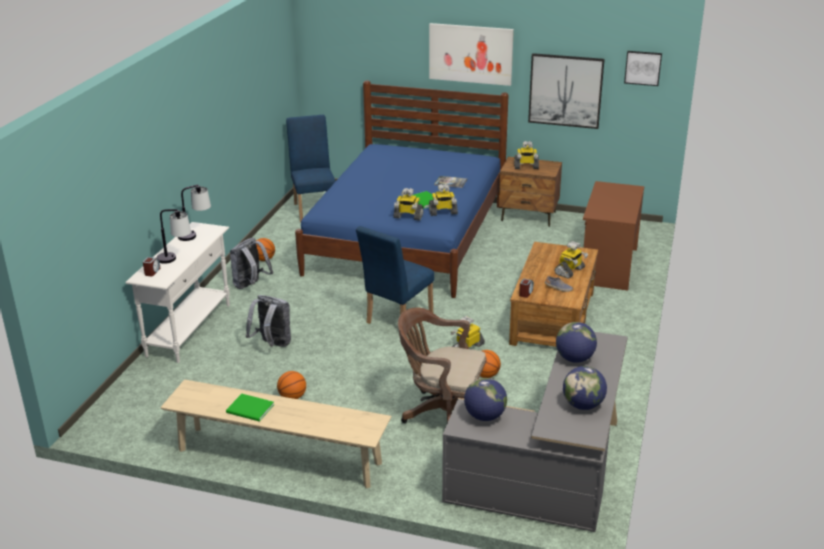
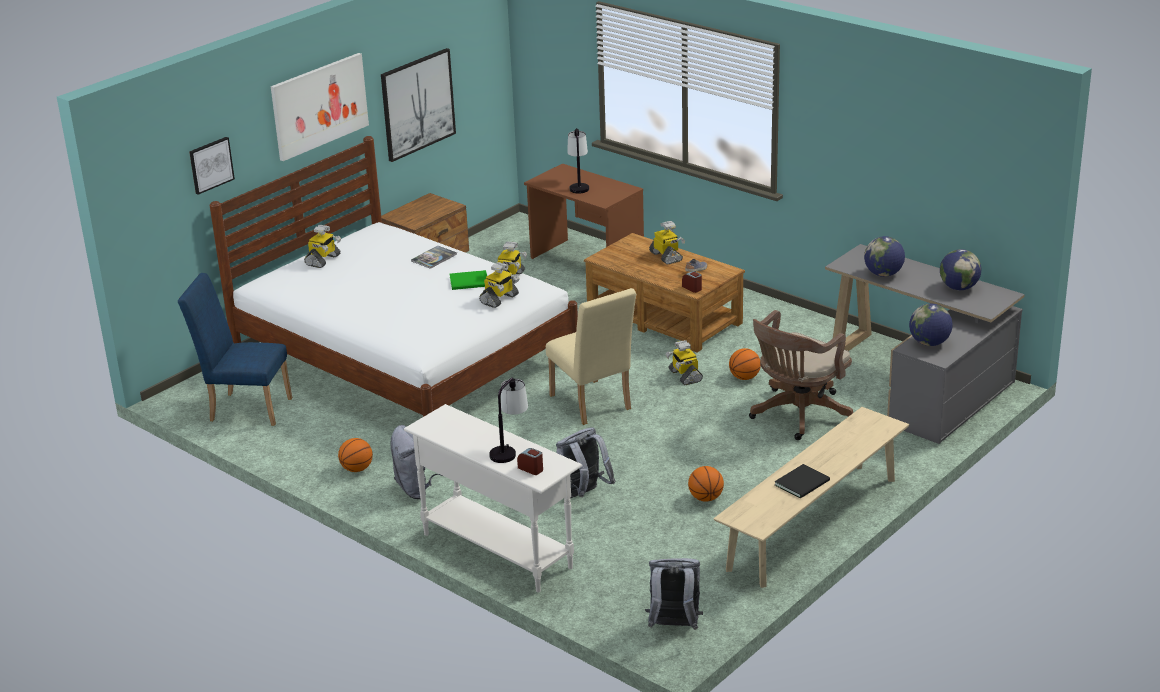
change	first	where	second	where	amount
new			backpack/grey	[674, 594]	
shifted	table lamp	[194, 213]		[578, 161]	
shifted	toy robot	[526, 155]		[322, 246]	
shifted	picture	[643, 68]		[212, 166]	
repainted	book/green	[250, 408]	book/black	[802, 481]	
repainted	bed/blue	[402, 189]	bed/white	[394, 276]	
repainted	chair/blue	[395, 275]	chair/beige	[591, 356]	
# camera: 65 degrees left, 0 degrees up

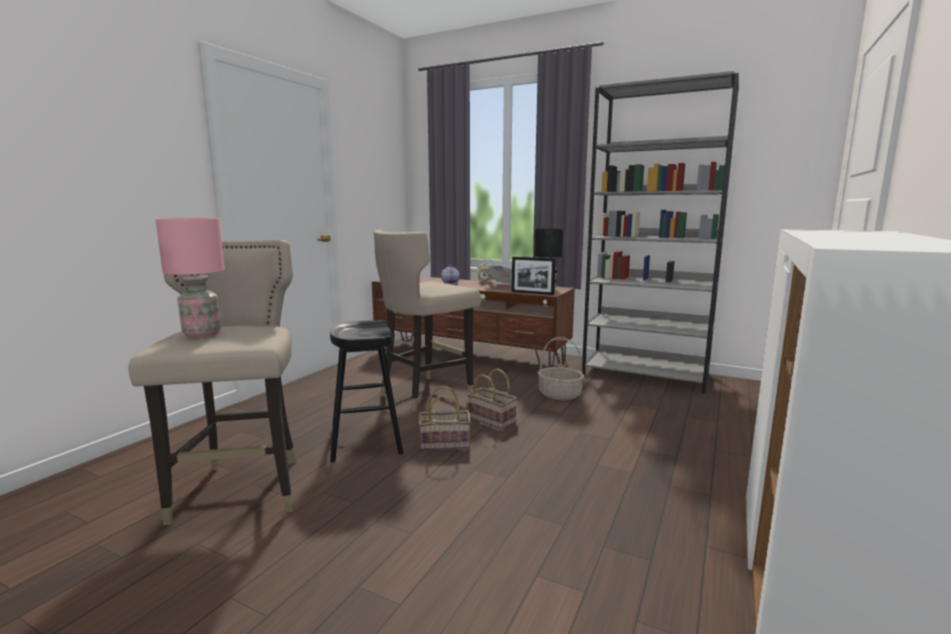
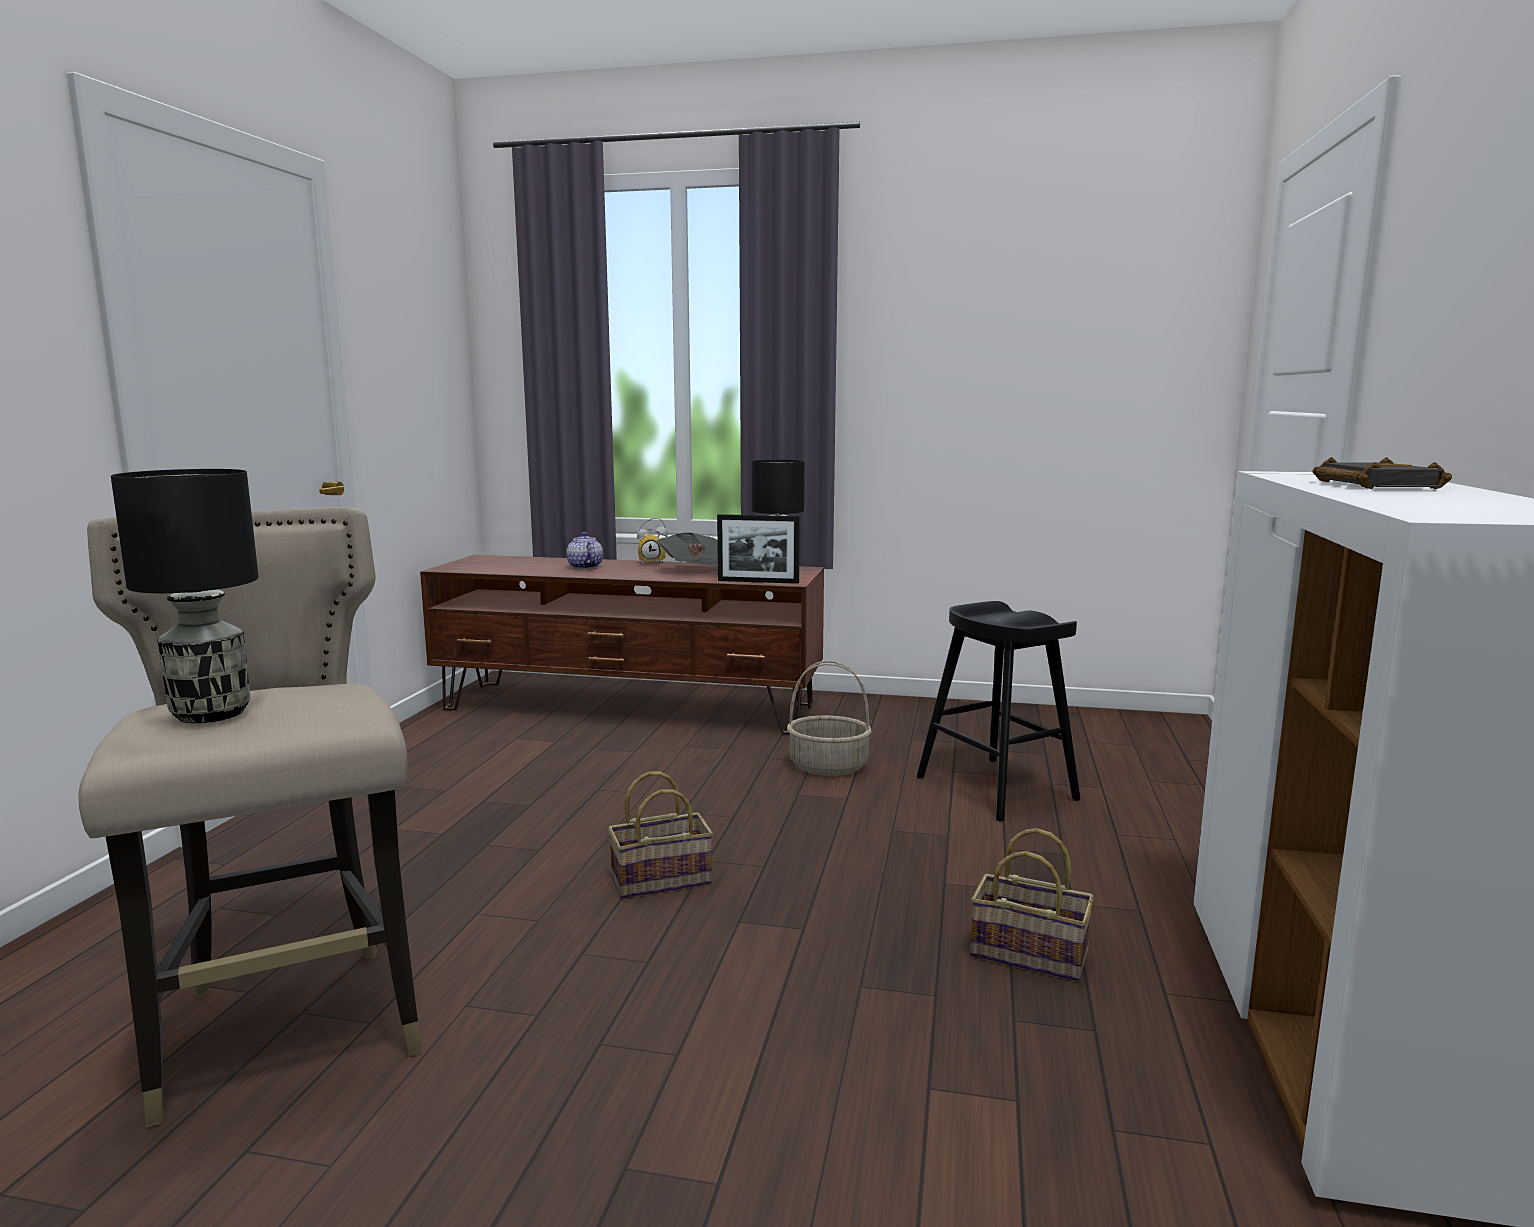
change	first	where	second	where	amount
gone	stool/beige	[427, 320]			
gone	bookcase/grey	[660, 232]			
new			book/black	[1382, 473]	
shifted	stool/black	[366, 391]		[999, 711]	
shifted	basket	[492, 399]		[1032, 905]	
repainted	table lamp/pink	[190, 278]	table lamp/black	[185, 596]	
# camera: 15 degrees left, 0 degrees up

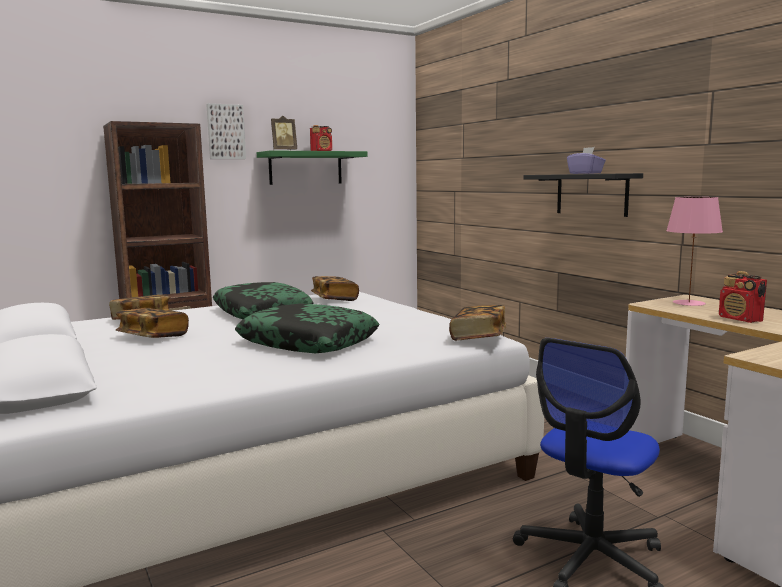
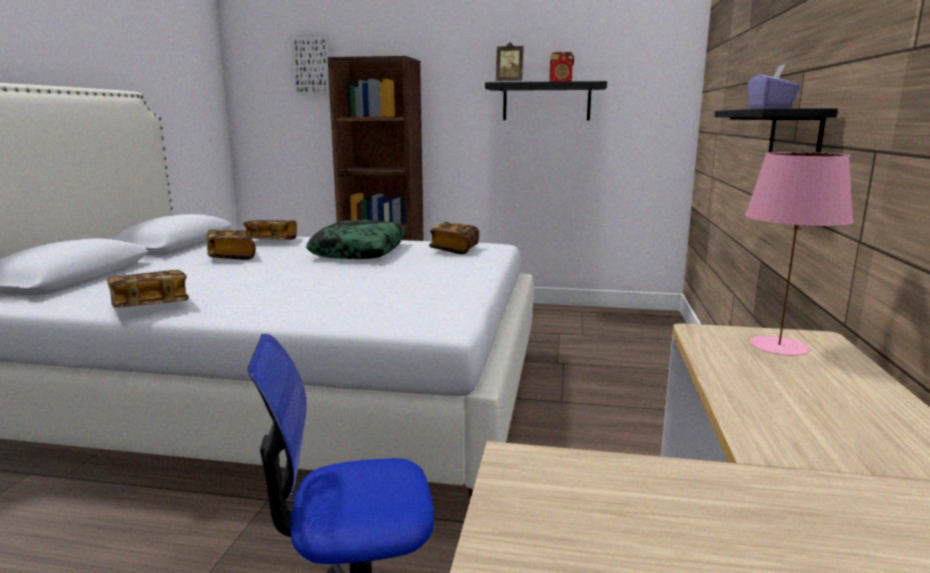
change	first	where	second	where	amount
gone	pillow	[307, 328]			
gone	radio	[743, 297]			
shifted	picture	[226, 131]		[311, 66]	
shifted	book	[477, 323]		[148, 289]	
repainted	shelf/green	[312, 167]	shelf/black	[546, 100]	
# camera: 40 degrees right, 5 degrees up

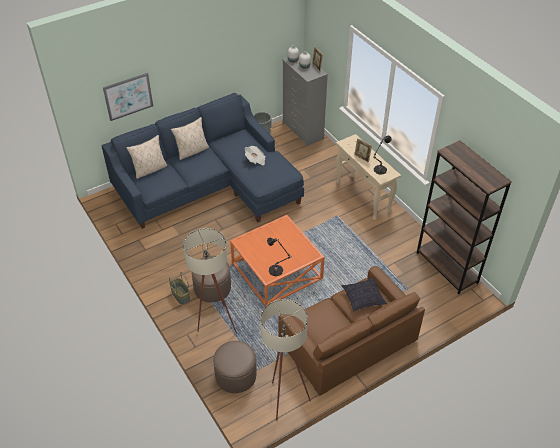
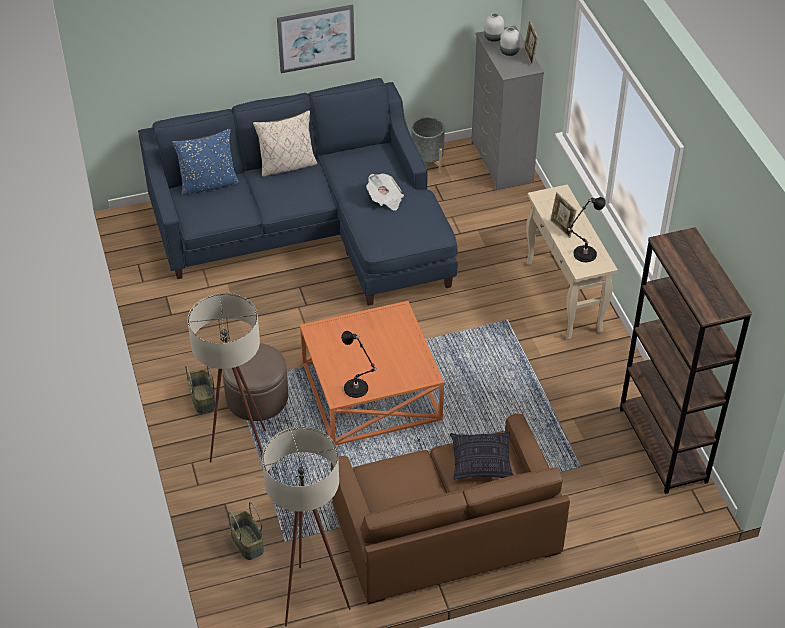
change	first	where	second	where	amount
shifted	picture	[128, 97]		[316, 39]	
swapped	ottoman/brown	[235, 367]	basket	[246, 531]	
repainted	pillow/beige	[147, 157]	pillow/blue	[205, 162]	
# camera: 15 degrees right, 0 degrees up

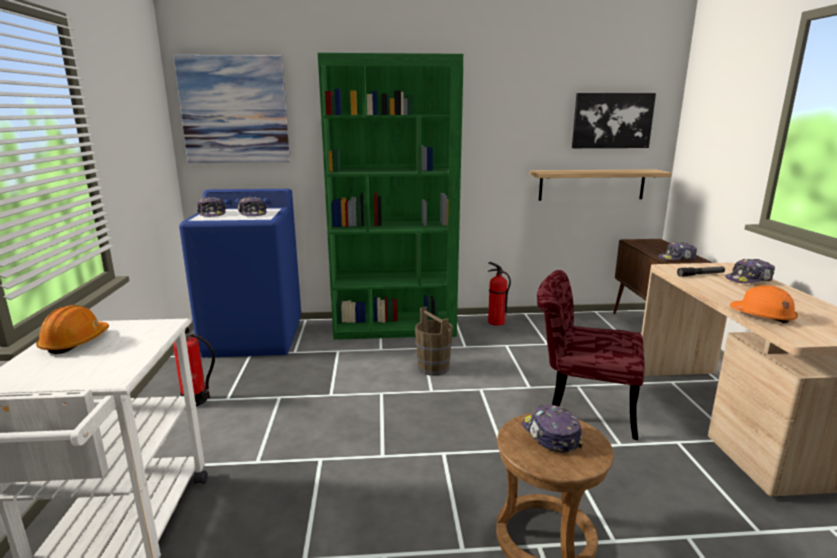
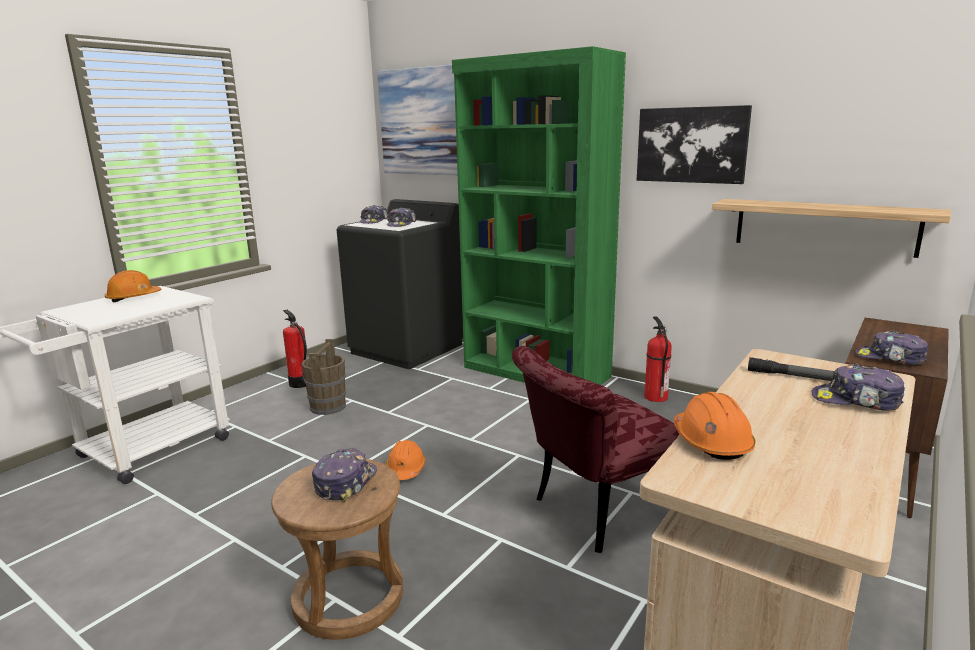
change	first	where	second	where	amount
new			hard hat/orange	[405, 460]	
shifted	bucket/brown	[434, 341]		[323, 377]	
shifted	picture	[614, 120]		[694, 144]	
repainted	washing machine/blue	[240, 273]	washing machine/black	[400, 284]	
rotated	chair/red	[591, 355]		[596, 449]	90 degrees counterclockwise
# camera: 40 degrees right, 0 degrees up

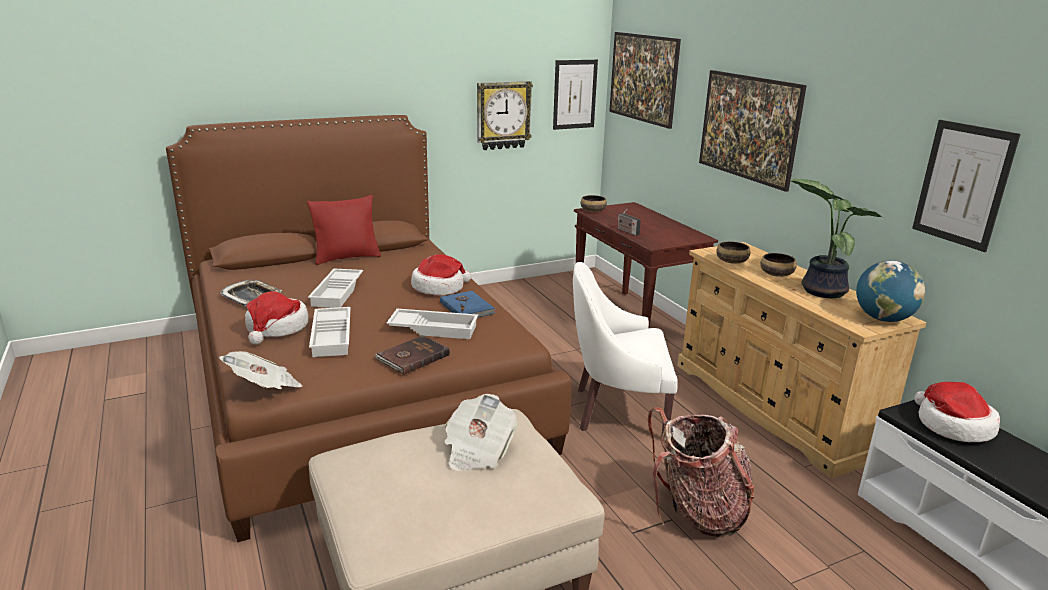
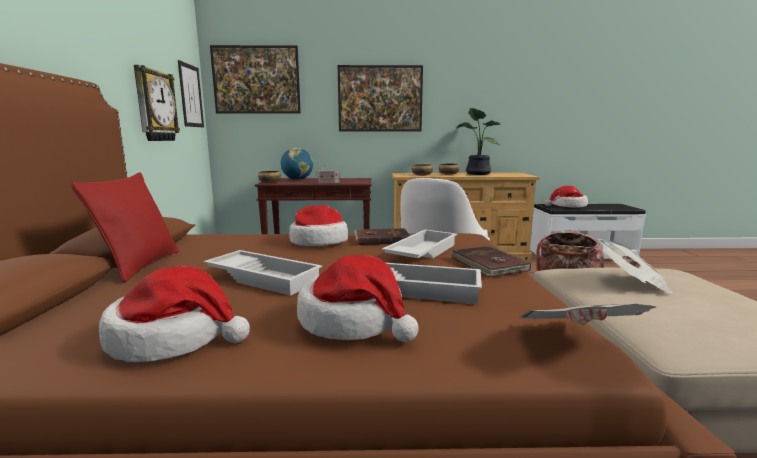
change	first	where	second	where	amount
gone	picture	[966, 186]			
shifted	globe	[890, 291]		[297, 164]	
swapped	tray	[251, 293]	hat	[174, 314]	
repainted	book/blue	[468, 304]	book/brown	[382, 236]	
# camera: 65 degrees left, 10 degrees down

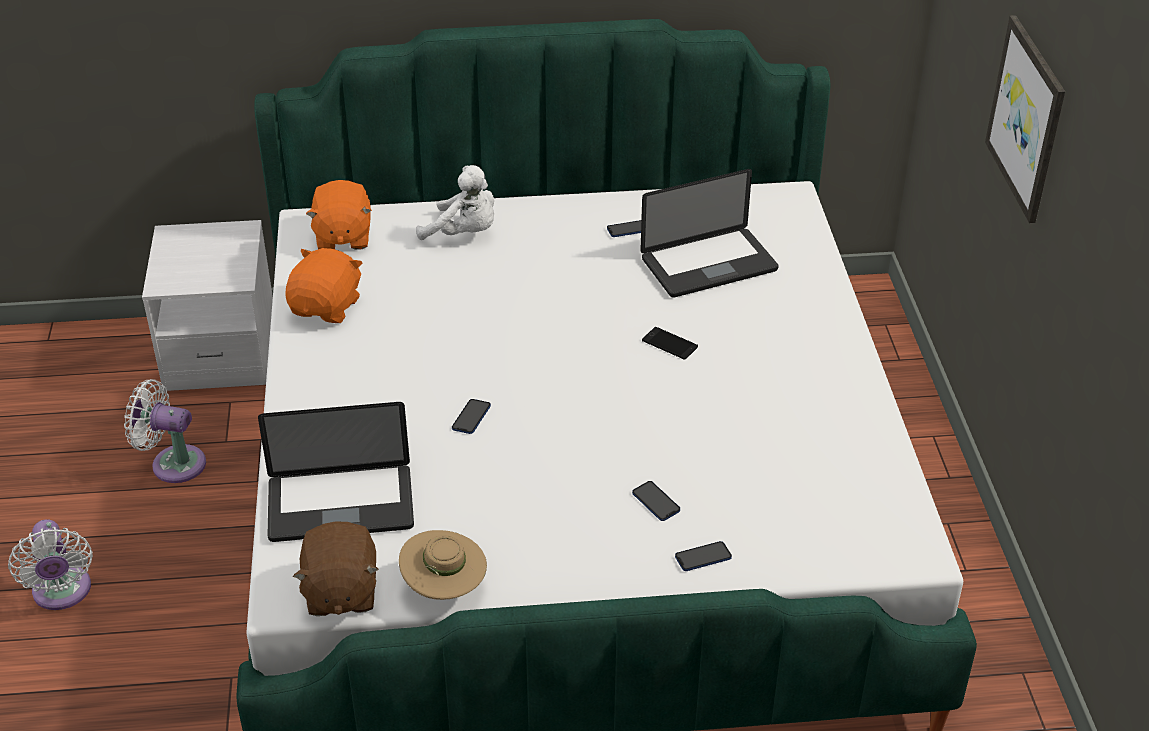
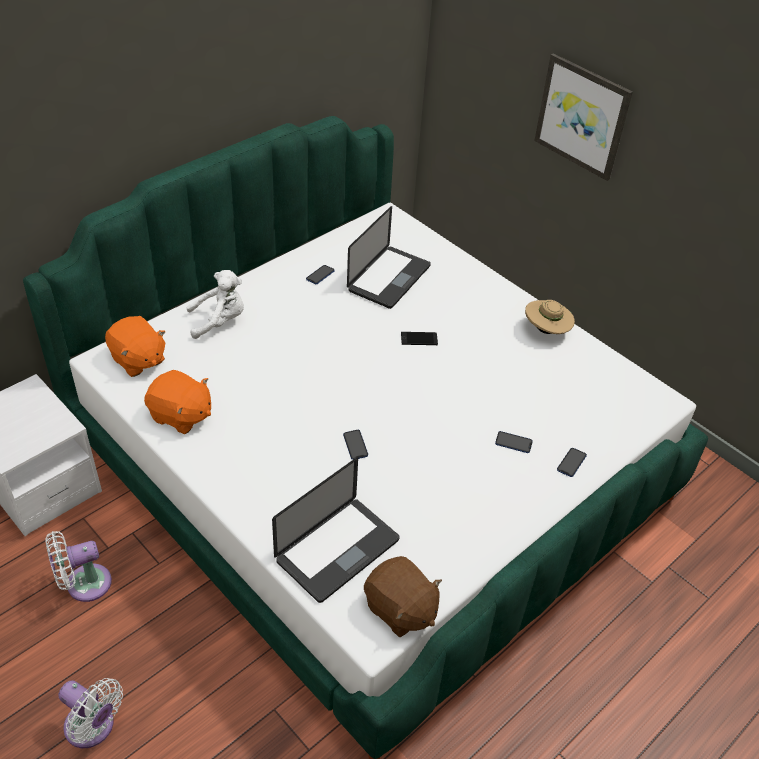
change	first	where	second	where	amount
shifted	hat/beige	[443, 565]		[550, 317]	
rotated	plush toy/orange	[324, 285]		[177, 402]	135 degrees clockwise
# camera: 40 degrees left, 5 degrees up

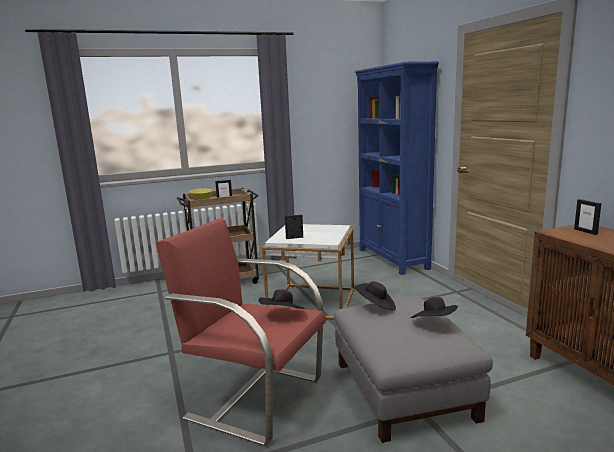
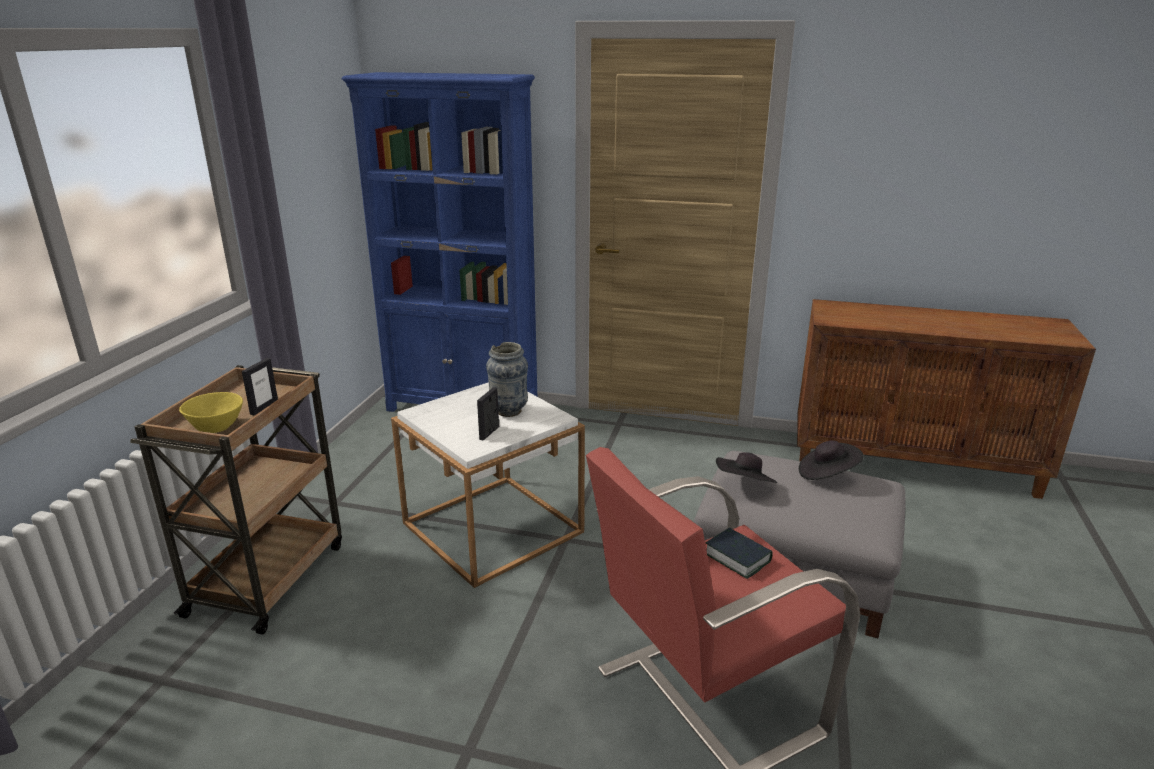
change	first	where	second	where	amount
gone	picture frame	[587, 217]			
new			vase	[507, 379]	
swapped	hat/black	[281, 299]	book	[739, 553]	
# camera: 55 degrees left, 10 degrees up

